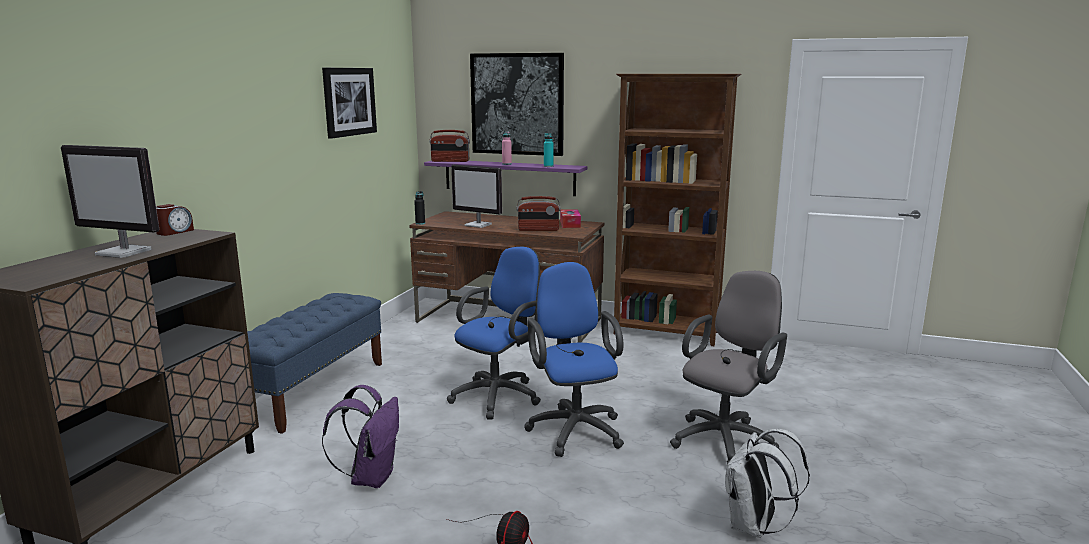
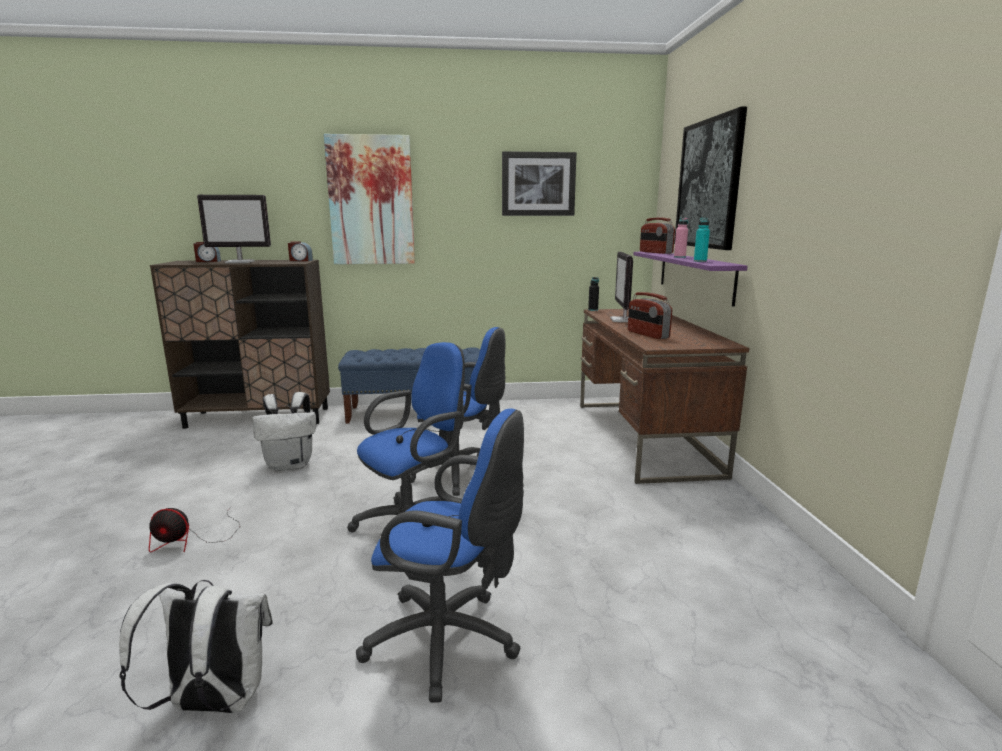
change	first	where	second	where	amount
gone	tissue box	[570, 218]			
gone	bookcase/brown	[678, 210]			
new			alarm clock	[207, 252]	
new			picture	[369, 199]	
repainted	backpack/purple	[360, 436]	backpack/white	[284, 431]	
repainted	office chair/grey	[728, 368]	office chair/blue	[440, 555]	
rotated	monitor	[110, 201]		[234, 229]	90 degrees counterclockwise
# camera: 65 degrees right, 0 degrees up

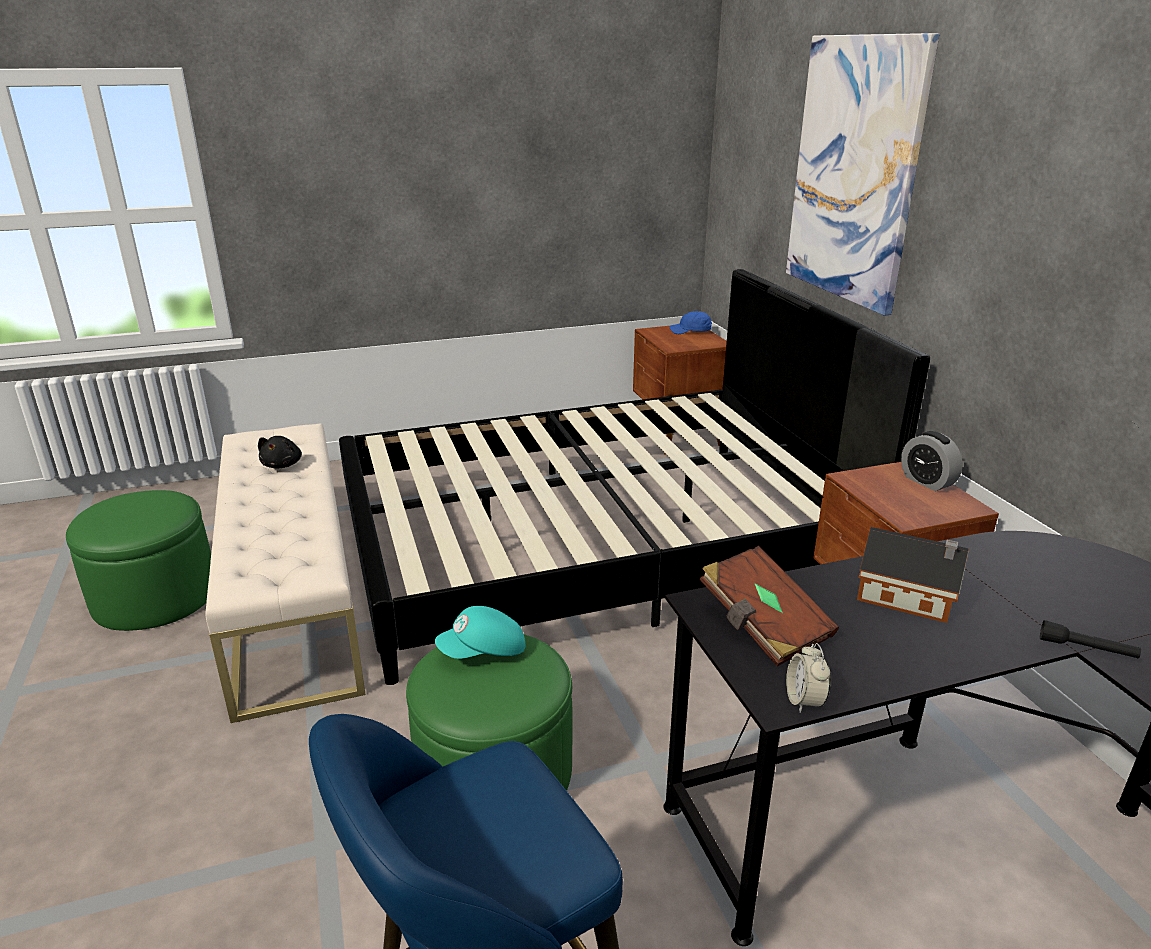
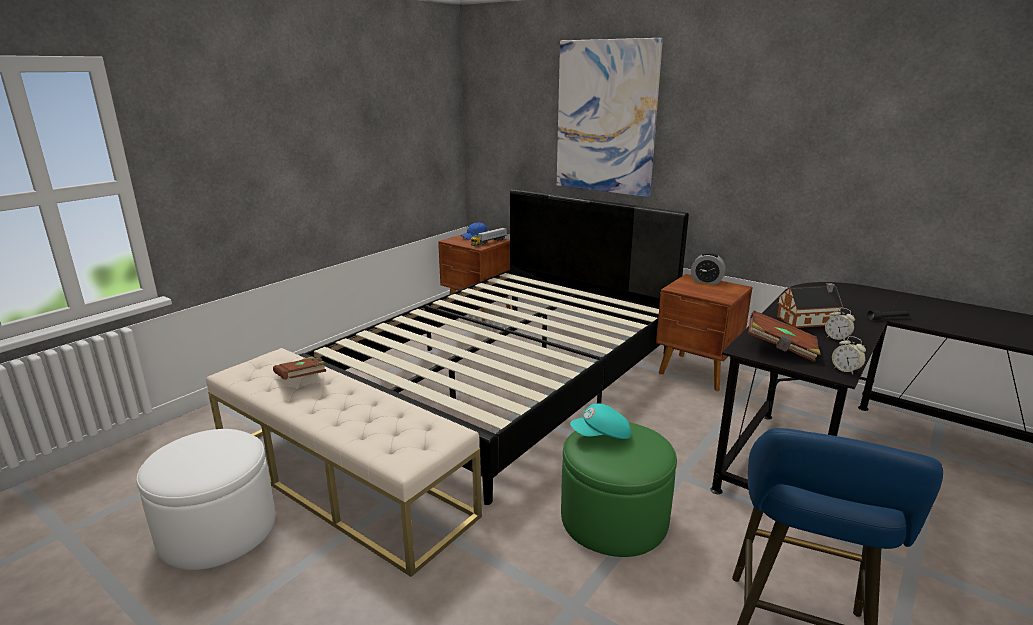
change	first	where	second	where	amount
new			toy truck	[489, 237]	
new			alarm clock	[840, 324]	
swapped	plush toy/black	[280, 452]	book/brown	[299, 368]	
repainted	ottoman/green	[138, 560]	ottoman/white	[205, 499]	
rotated	cap/turquoise	[480, 632]		[600, 421]	45 degrees clockwise
# camera: 35 degrees left, 5 degrees down

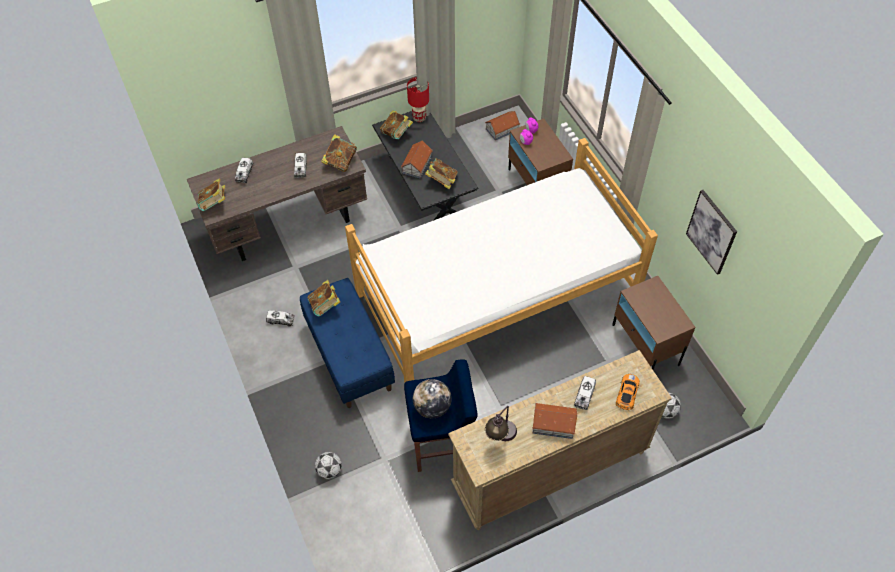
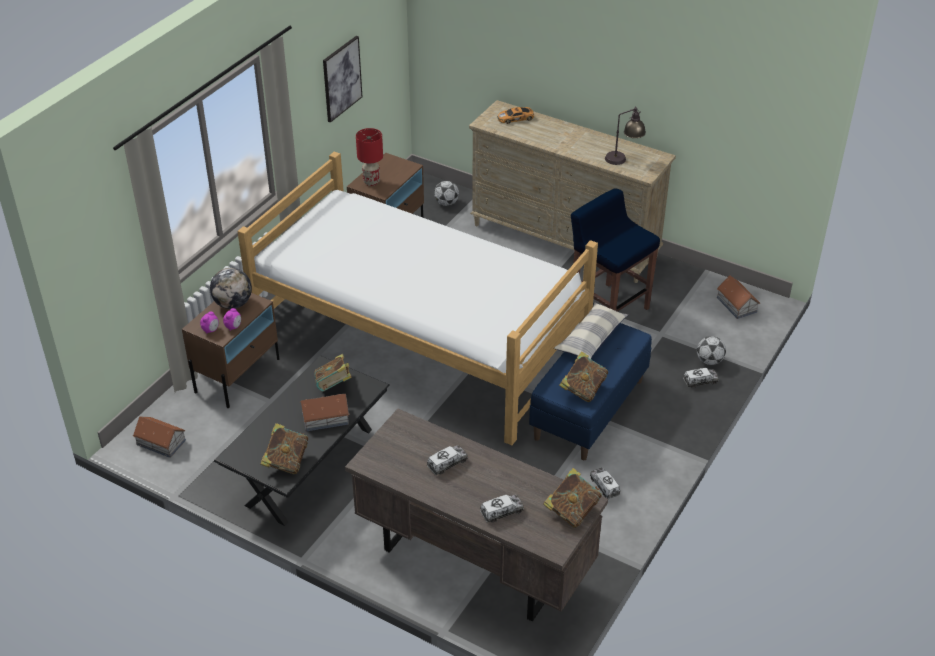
change	first	where	second	where	amount
gone	book	[339, 153]			
new			pillow	[591, 331]	
shifted	table lamp/red	[418, 99]		[369, 157]	
shifted	globe	[432, 398]		[231, 288]	
shifted	toy house	[554, 421]		[738, 297]	
shifted	toy truck	[585, 393]		[701, 378]	
# camera: 125 degrees left, 15 degrees down

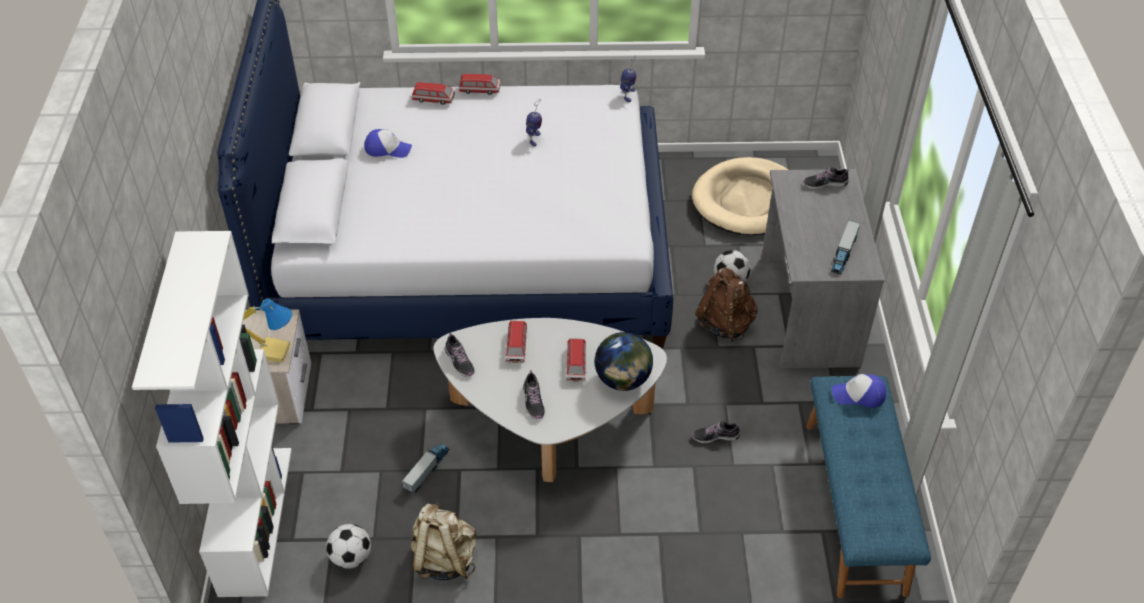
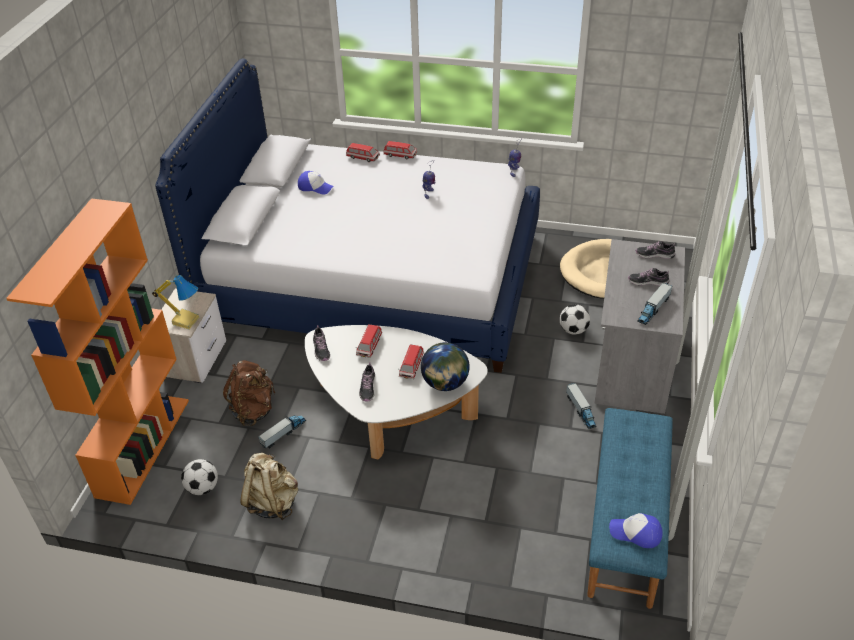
change	first	where	second	where	amount
new			toy truck	[581, 406]	
shifted	shoe	[716, 432]		[648, 277]	
shifted	backpack/brown	[726, 304]		[249, 393]	
shifted	cap	[859, 391]		[636, 530]	
repainted	bookcase/white	[212, 414]	bookcase/orange	[97, 351]	
# camera: 15 degrees right, 5 degrees down

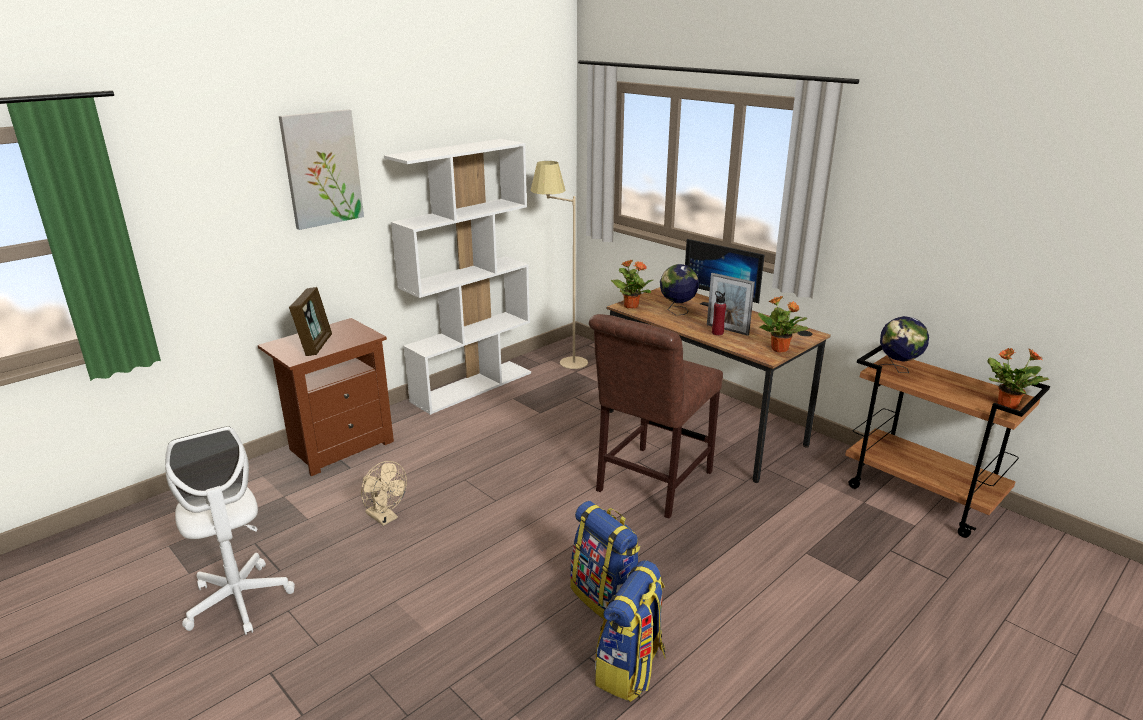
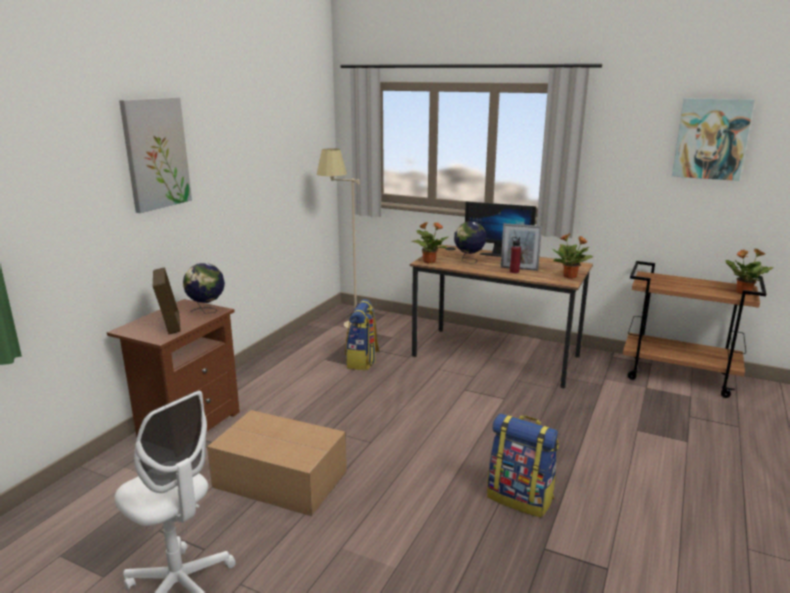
change	first	where	second	where	amount
gone	bookcase/white	[457, 277]			
gone	chair/brown	[656, 416]			
new			picture	[713, 139]	
shifted	backpack	[630, 631]		[362, 334]	
shifted	globe	[904, 344]		[204, 288]	
swapped	fan/beige	[384, 493]	cardboard box	[277, 463]	
# camera: 20 degrees left, 5 degrees down

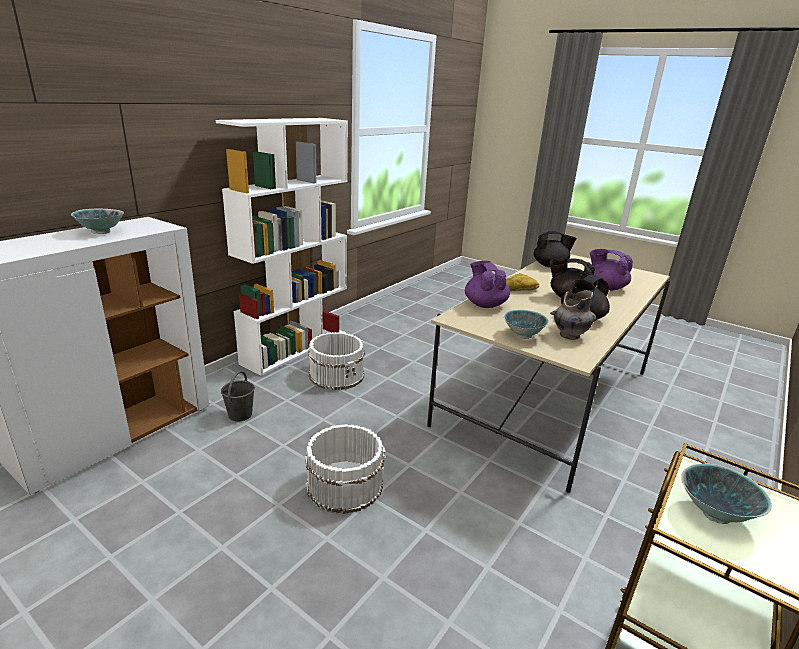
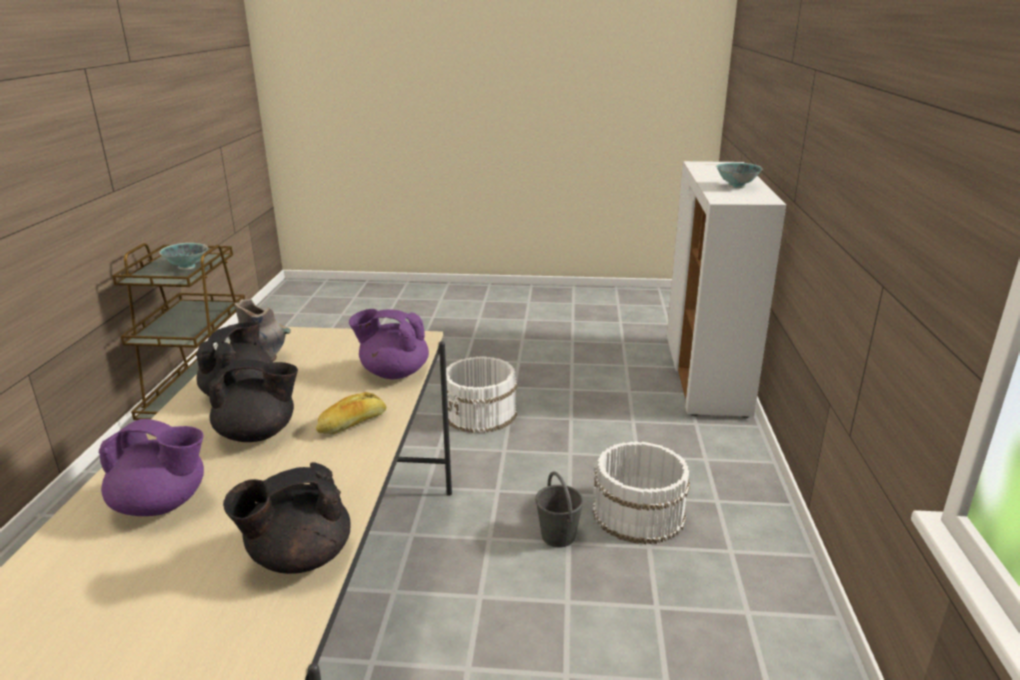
change	first	where	second	where	amount
gone	bookcase/white	[282, 247]			
gone	bowl	[526, 324]			
shifted	bucket/grey	[238, 396]		[559, 509]	
rotated	teapot/purple	[487, 284]		[389, 344]	150 degrees clockwise
# camera: 150 degrees right, 0 degrees up

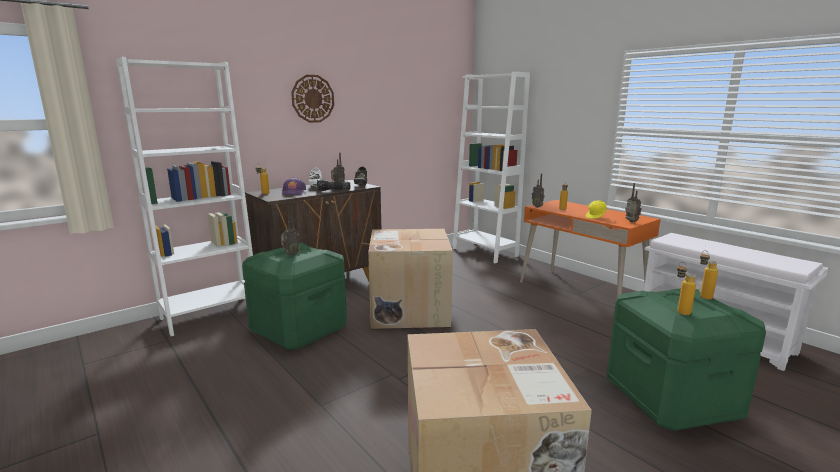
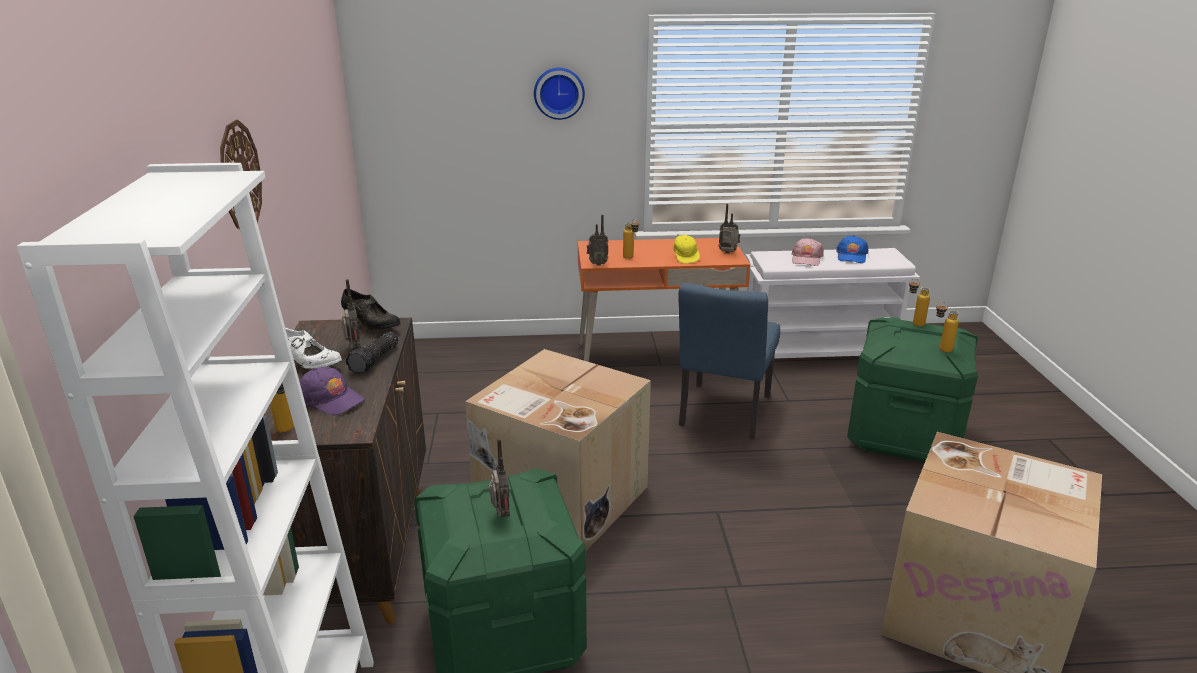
change	first	where	second	where	amount
gone	bookcase/white	[491, 167]			
new			wall clock	[559, 94]	
new			chair/blue	[729, 361]	
new			cap/pink	[808, 252]	
new			cap/blue	[852, 249]	
# camera: 55 degrees left, 10 degrees up

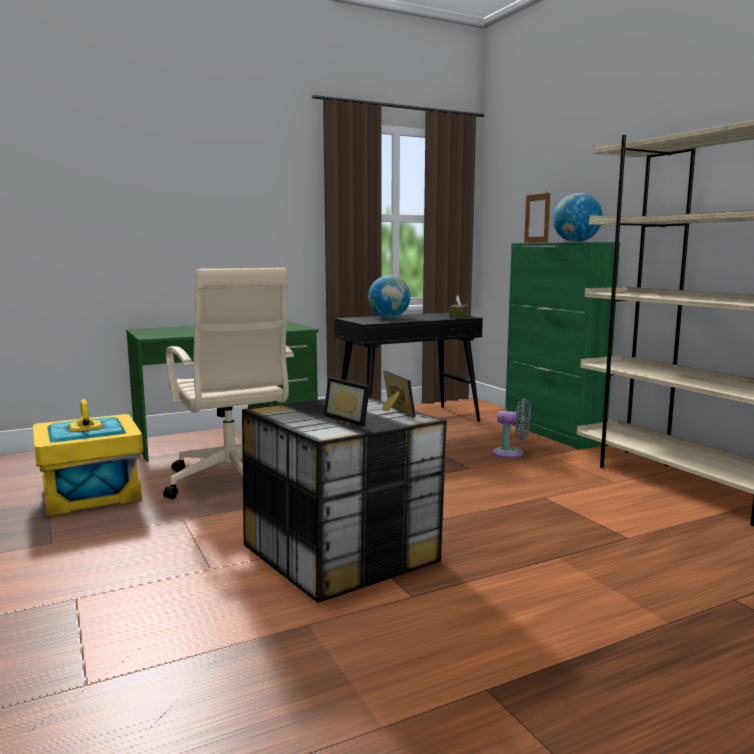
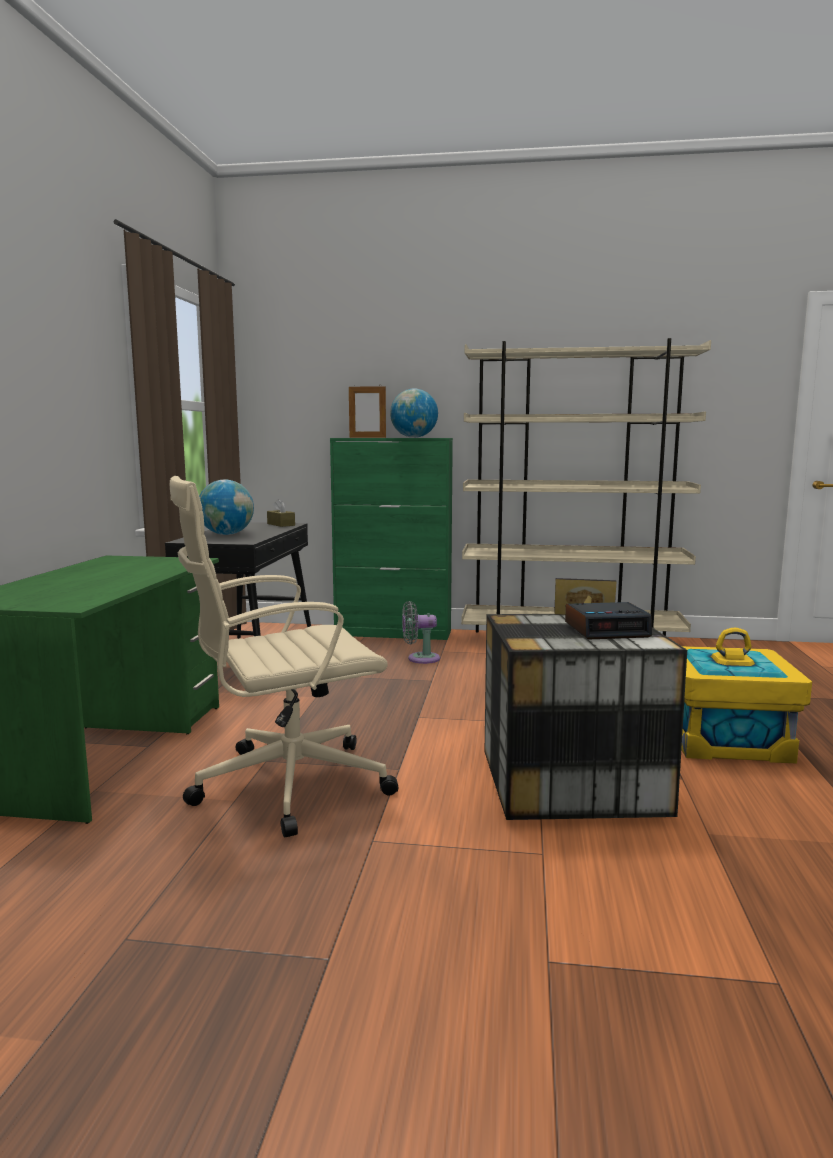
change	first	where	second	where	amount
shifted	storage box/yellow	[88, 457]		[746, 696]	
swapped	picture frame	[347, 402]	alarm clock	[608, 621]	
rotated	office chair/beige	[228, 383]		[284, 656]	150 degrees clockwise
rotated	fan/grey	[511, 428]		[421, 632]	150 degrees counterclockwise
# camera: 55 degrees left, 0 degrees up

